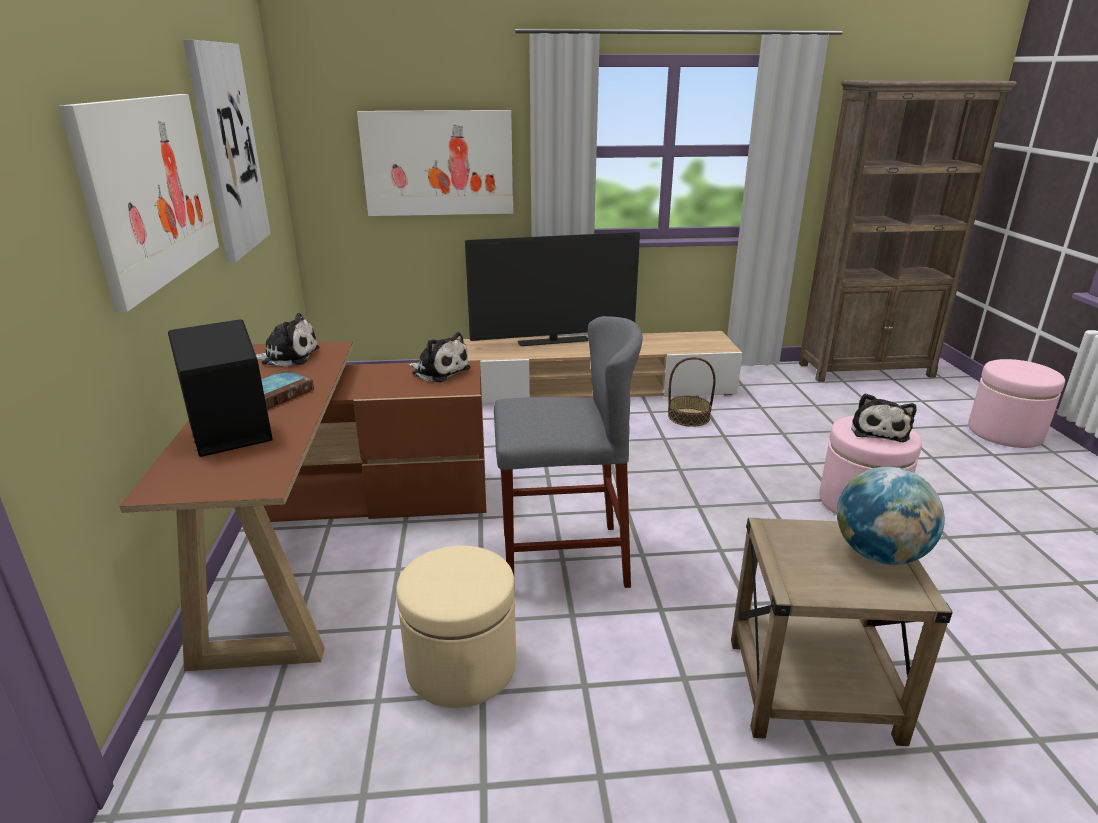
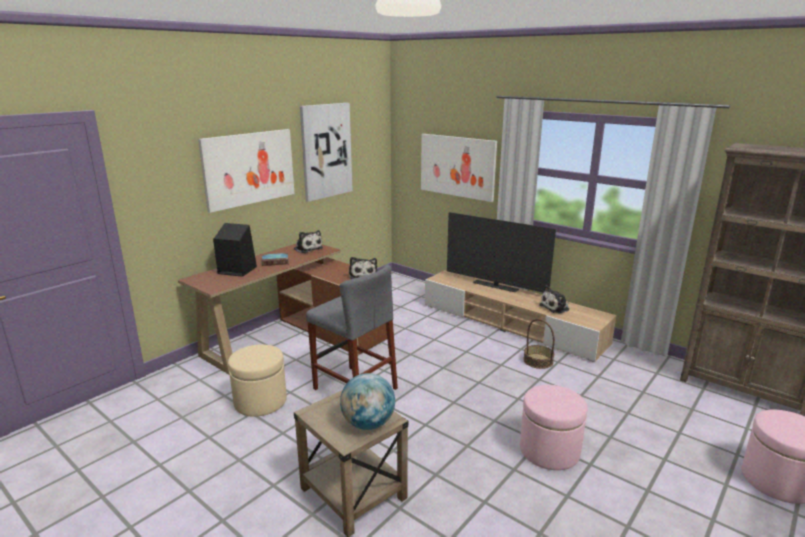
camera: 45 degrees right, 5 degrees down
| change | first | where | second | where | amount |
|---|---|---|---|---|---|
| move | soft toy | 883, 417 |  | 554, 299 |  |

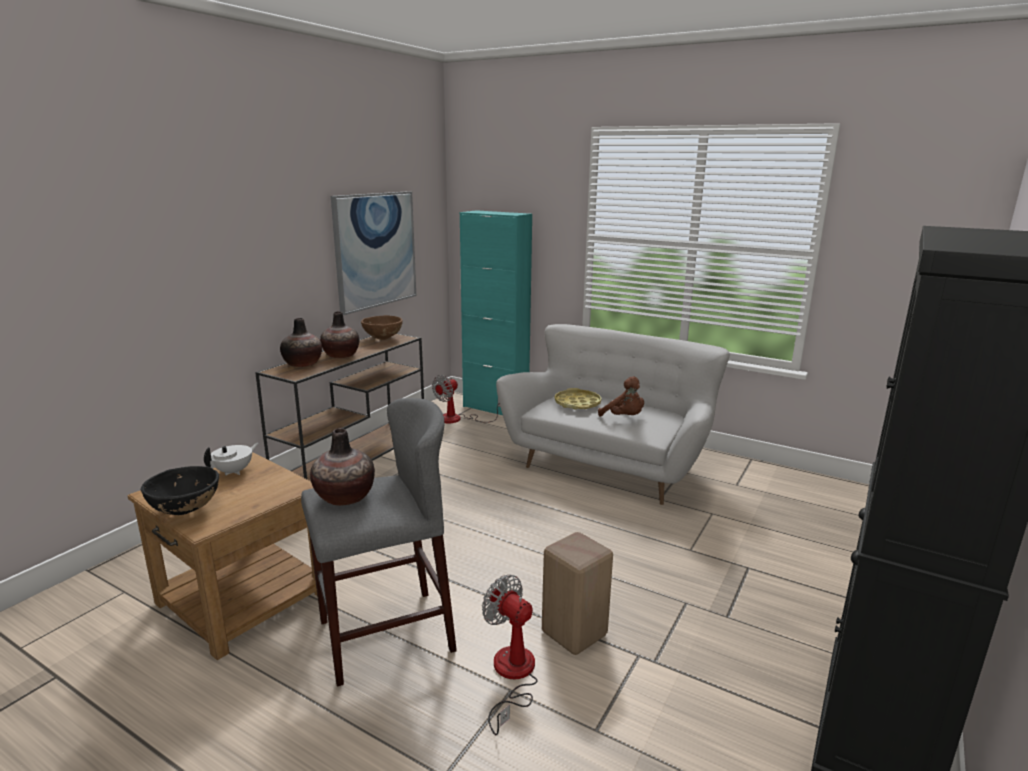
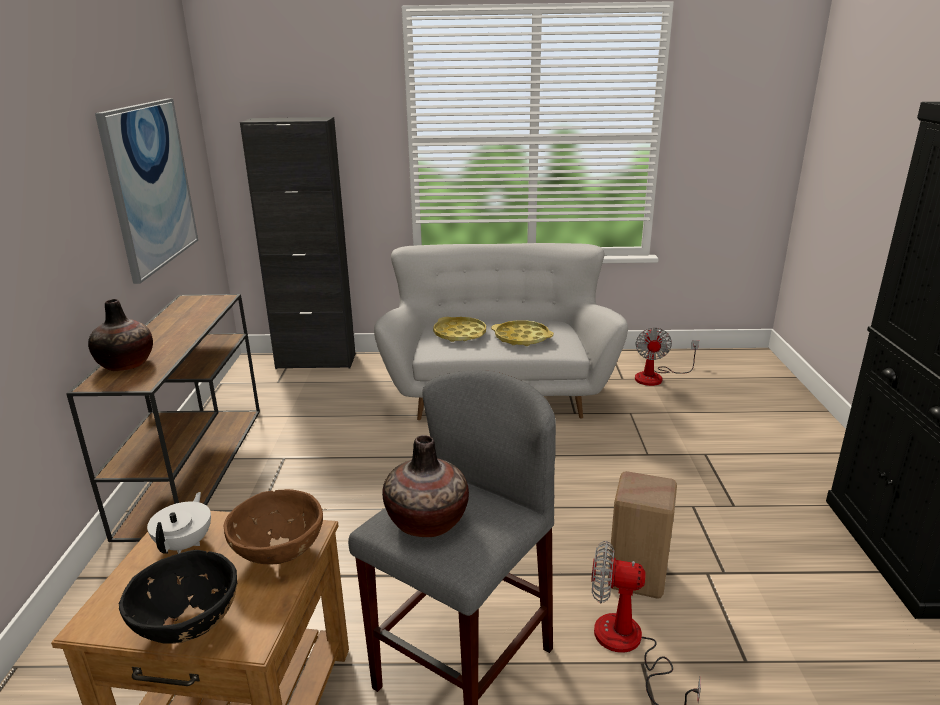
camera: 30 degrees left, 5 degrees up
| change | first | where | second | where | amount |
|---|---|---|---|---|---|
| move | brown bowl | 382, 327 |  | 273, 527 |  |
| recolor | turquoise cabinet | 496, 312 | black-coloured cabinet | 297, 243 |  |
| replace | brown soft toy | 621, 396 | yellow tray | 522, 333 |  |
| move | fan | 466, 399 |  | 667, 356 |  |
| delete | flower vase | 339, 334 |  |  |  |

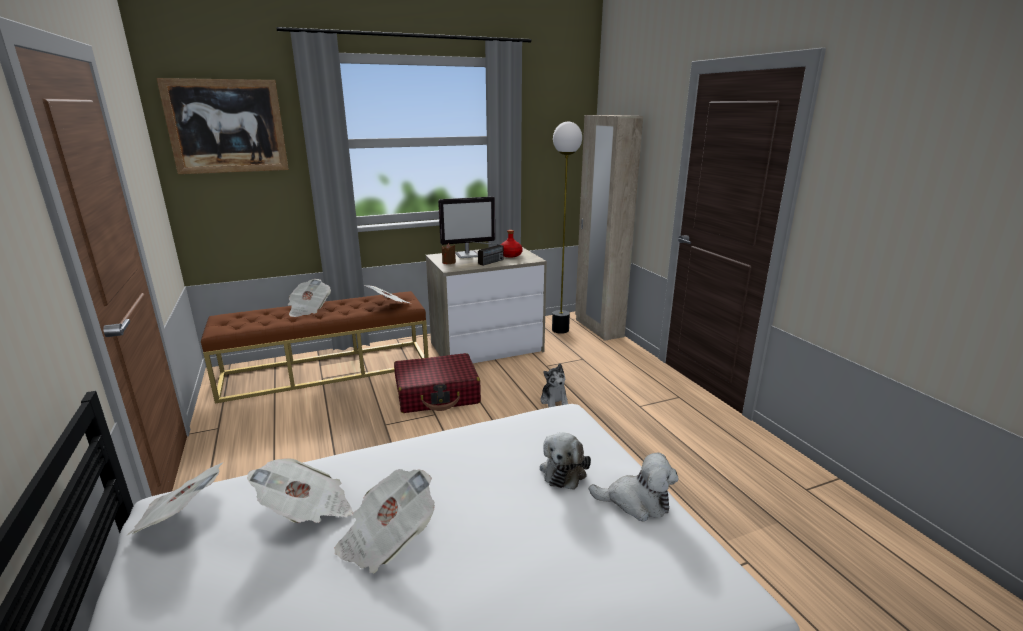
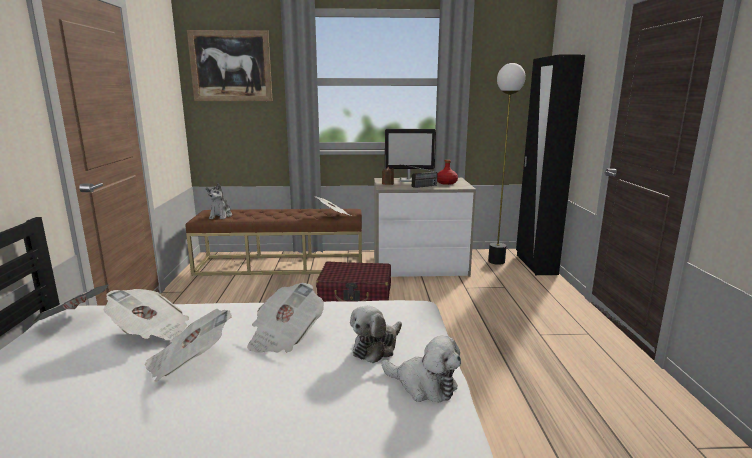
camera: 20 degrees right, 5 degrees down
| change | first | where | second | where | amount |
|---|---|---|---|---|---|
| move | soft toy | 554, 385 |  | 219, 201 |  |
| move | printed paper | 309, 298 |  | 285, 318 |  |
| recolor | beige-coloured wardrobe | 609, 228 | black-coloured wardrobe | 550, 165 |  |

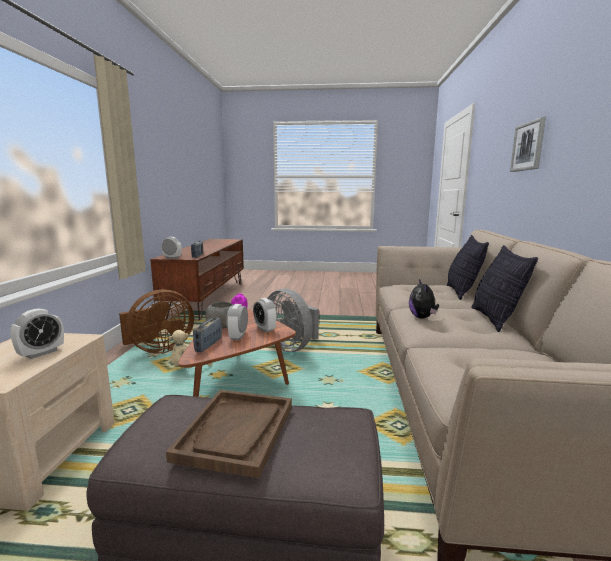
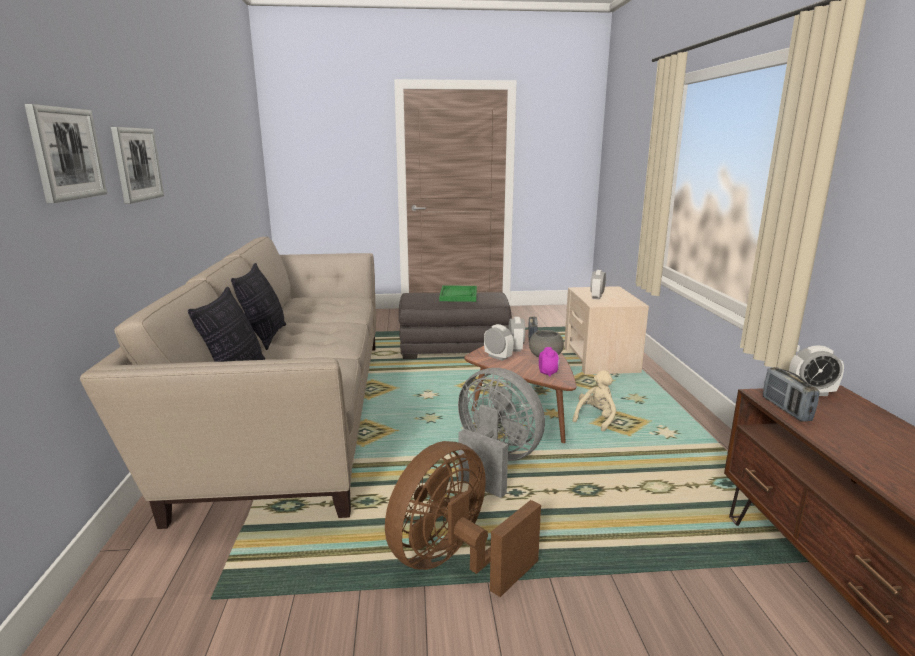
camera: 170 degrees right, 5 degrees up
| change | first | where | second | where | amount |
|---|---|---|---|---|---|
| insert |  |  | picture | 137, 165 |  |
| move | brown fan | 156, 321 |  | 463, 519 |  |
| recolor | brown tray | 229, 434 | greenish tray | 458, 293 |  |
| delete | soft toy | 424, 299 |  |  |  |

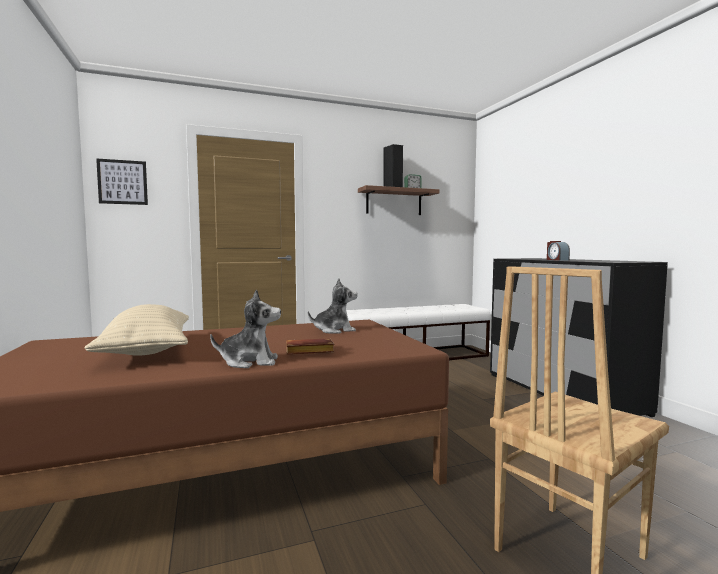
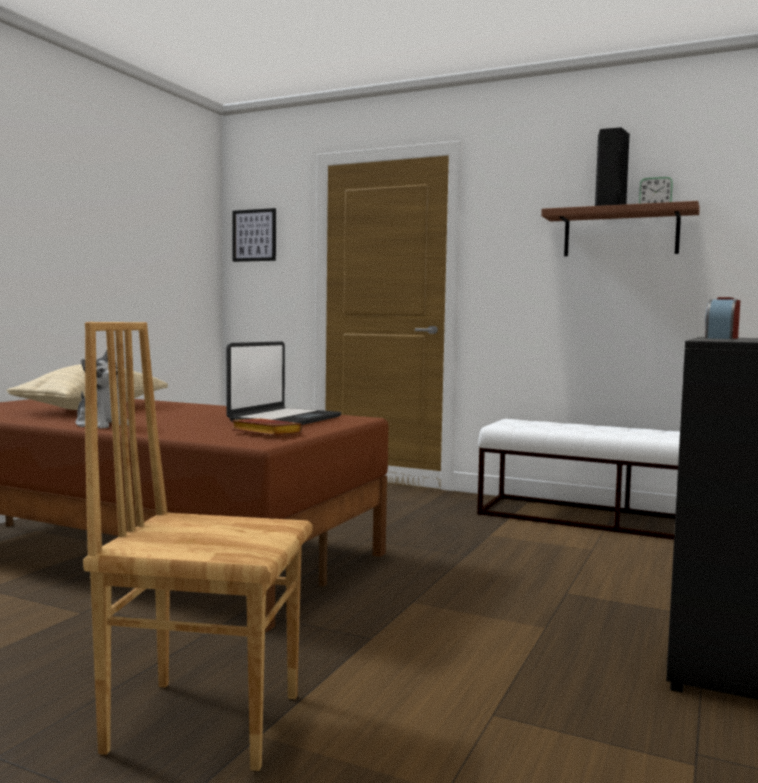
camera: 45 degrees right, 0 degrees up
| change | first | where | second | where | amount |
|---|---|---|---|---|---|
| replace | soft toy | 332, 306 | portable computer | 283, 383 |  |
| move | brown bound book | 310, 346 |  | 267, 427 |  |

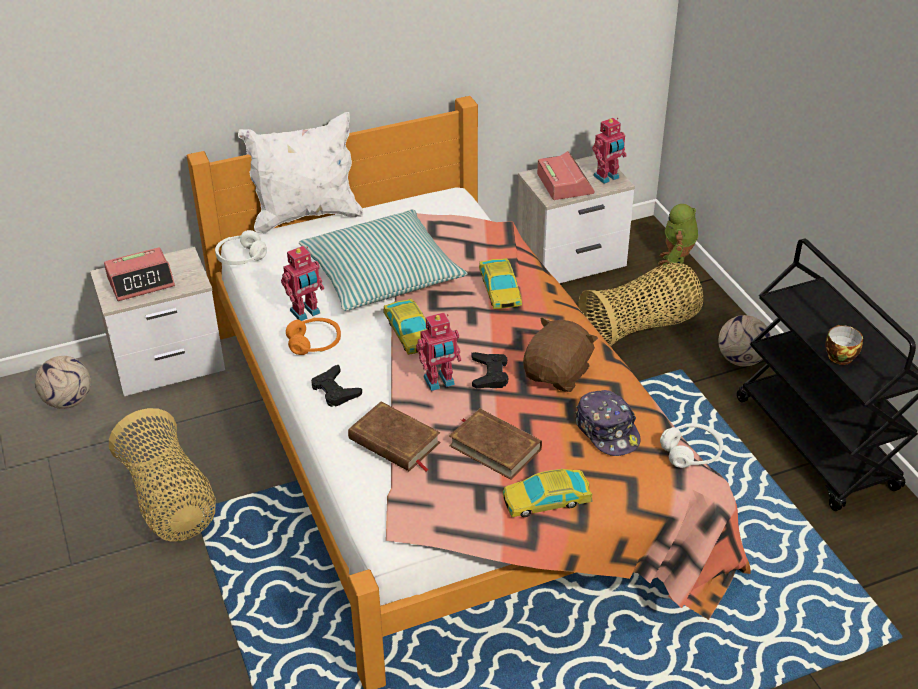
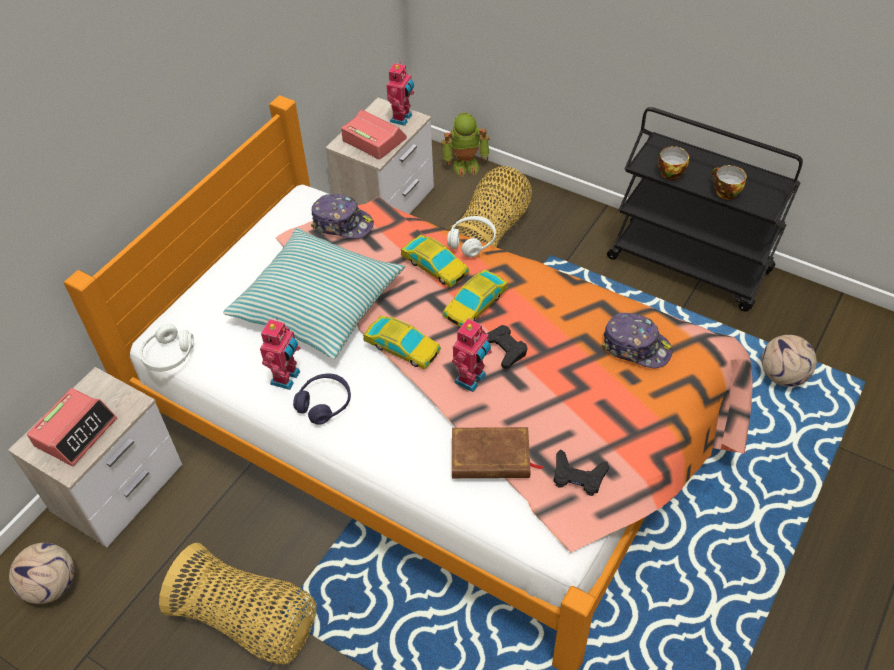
camera: 35 degrees left, 10 degrees up
| change | first | where | second | where | amount |
|---|---|---|---|---|---|
| recolor | orangey pair of headphones | 313, 336 | purplish pair of headphones | 322, 399 |  |
| insert |  |  | baseball cap | 342, 216 |  |
| rotate | robot figure | 678, 237 |  | 465, 145 | 75 degrees counterclockwise |
| move | model car | 547, 493 |  | 475, 298 |  |
| move | white pair of headphones | 691, 445 |  | 471, 236 |  |
| move | black-coloured joypad | 336, 386 |  | 581, 472 |  |
| insert |  |  | cup | 673, 163 |  |
| move | ball for football | 744, 340 |  | 789, 361 |  |
| delete | white cushion | 300, 172 |  |  |  |
| delete | brown bound book | 495, 444 |  |  |  |
| delete | brown soft toy | 560, 354 |  |  |  |

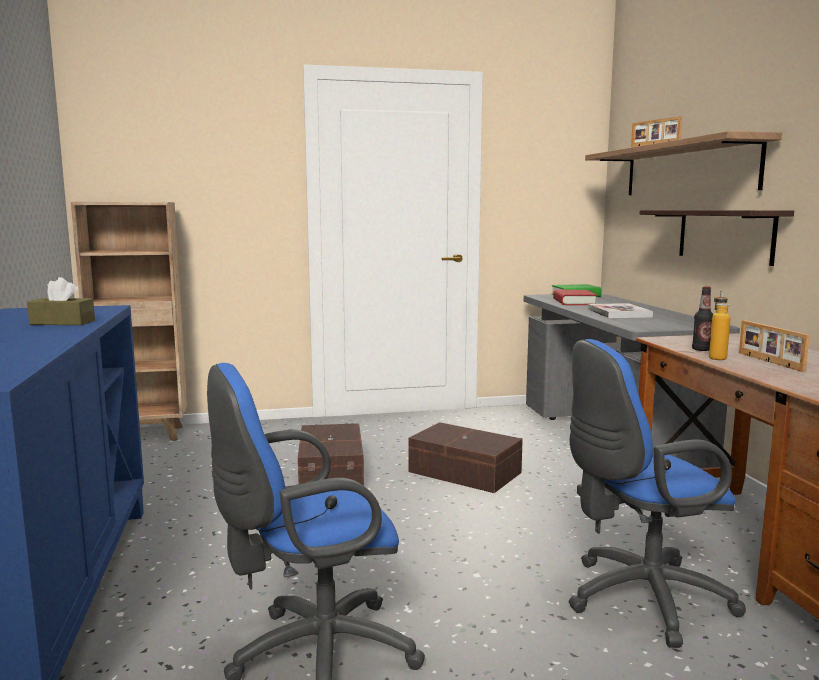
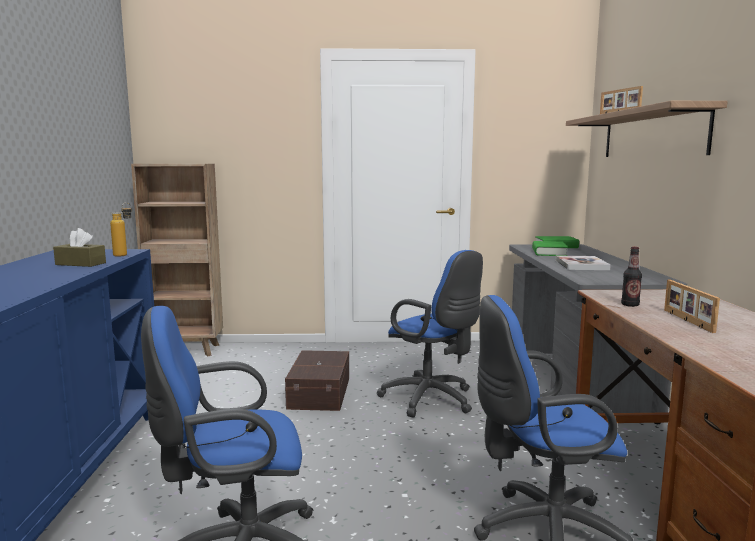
camera: 10 degrees right, 0 degrees up
| change | first | where | second | where | amount |
|---|---|---|---|---|---|
| move | beverage bottle | 720, 325 |  | 121, 229 |  |
| replace | brown storage box | 465, 457 | blue-coloured desk chair | 430, 334 |  |
| recolor | reddish bound book | 575, 297 | greenish bound book | 550, 248 |  |
| delete | shelf | 716, 238 |  |  |  |

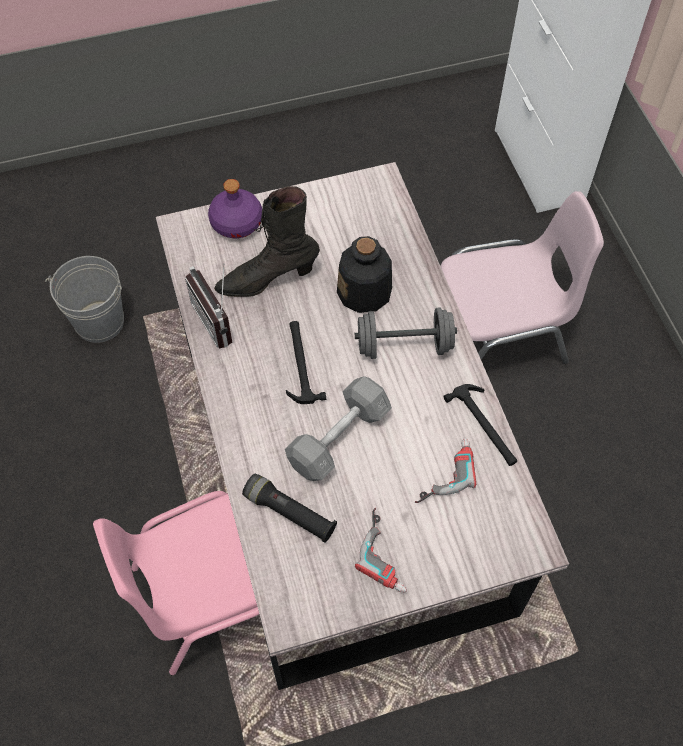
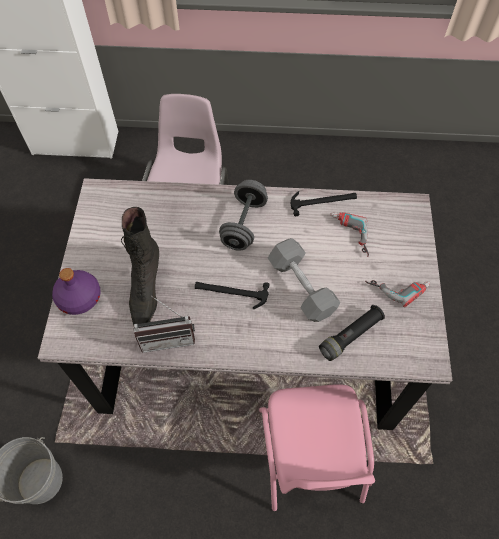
camera: 70 degrees left, 0 degrees up
| change | first | where | second | where | amount |
|---|---|---|---|---|---|
| delete | beverage bottle | 364, 274 |  |  |  |

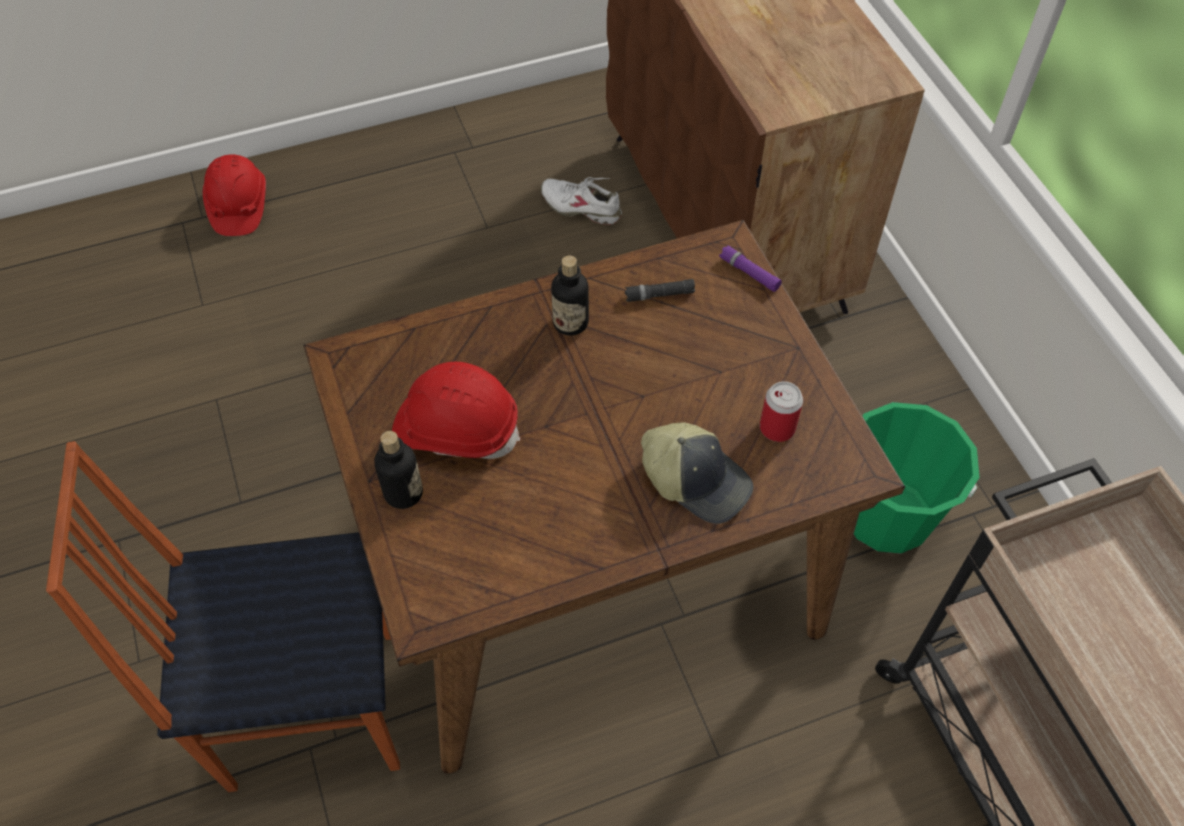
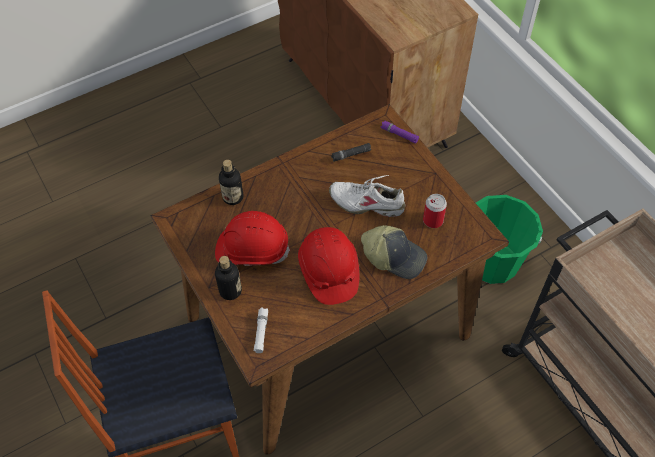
camera: 10 degrees left, 0 degrees up
| change | first | where | second | where | amount |
|---|---|---|---|---|---|
| move | beverage bottle | 570, 295 |  | 231, 182 |  |
| insert |  |  | white torch | 261, 330 |  |
| move | reddish hard hat | 234, 195 |  | 328, 266 |  |
| move | white item of footwear | 581, 201 |  | 367, 196 |  |

